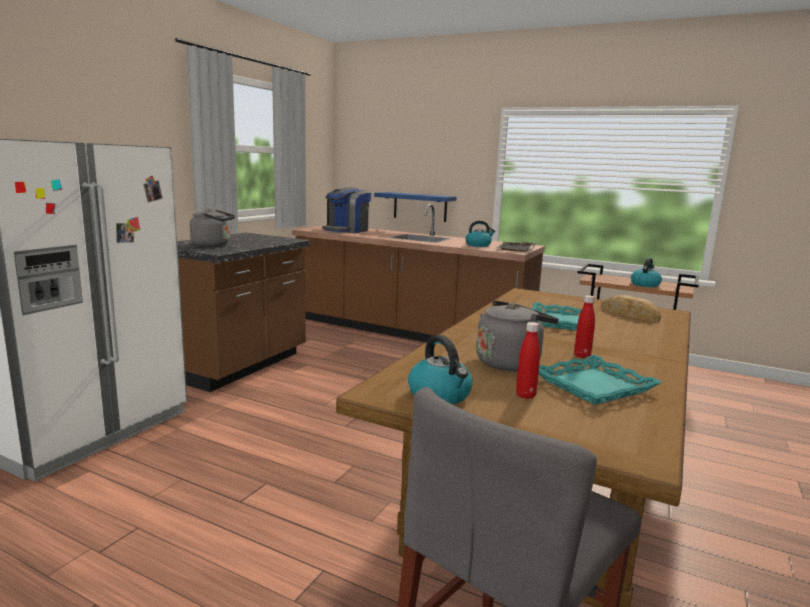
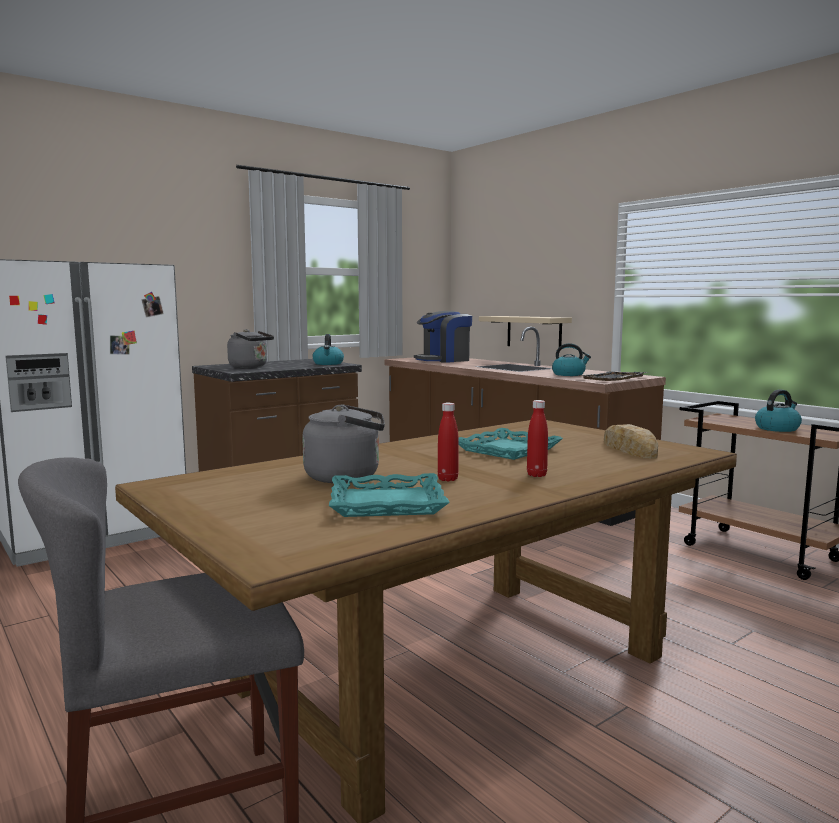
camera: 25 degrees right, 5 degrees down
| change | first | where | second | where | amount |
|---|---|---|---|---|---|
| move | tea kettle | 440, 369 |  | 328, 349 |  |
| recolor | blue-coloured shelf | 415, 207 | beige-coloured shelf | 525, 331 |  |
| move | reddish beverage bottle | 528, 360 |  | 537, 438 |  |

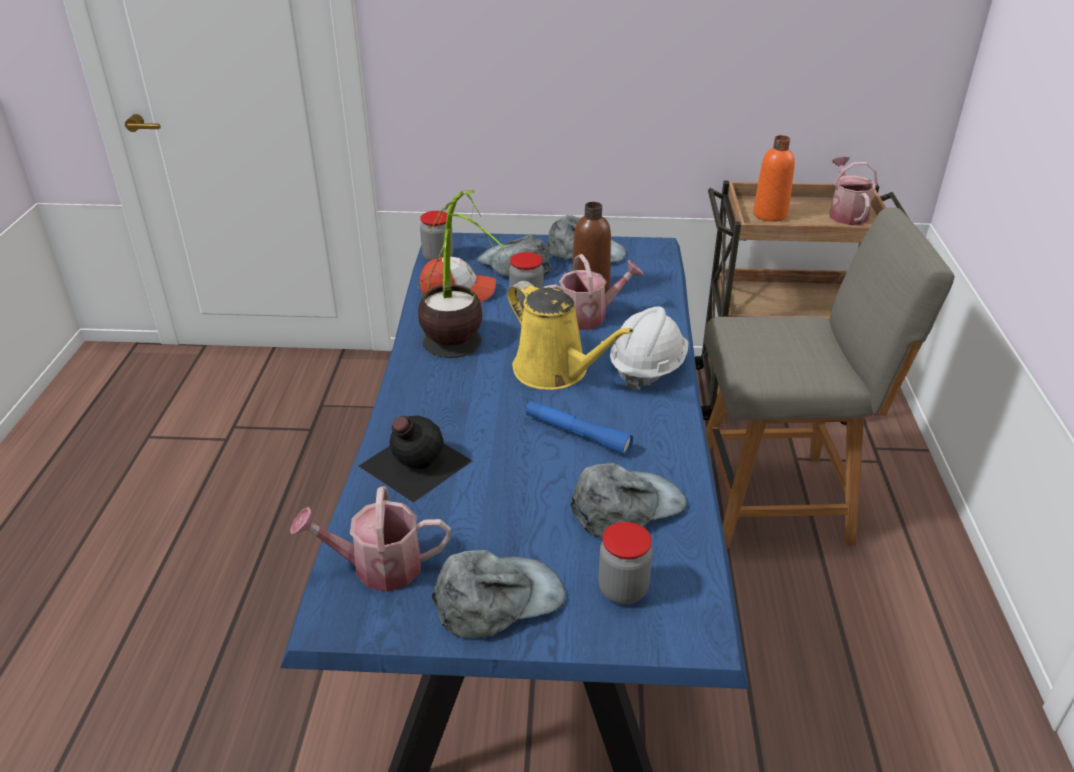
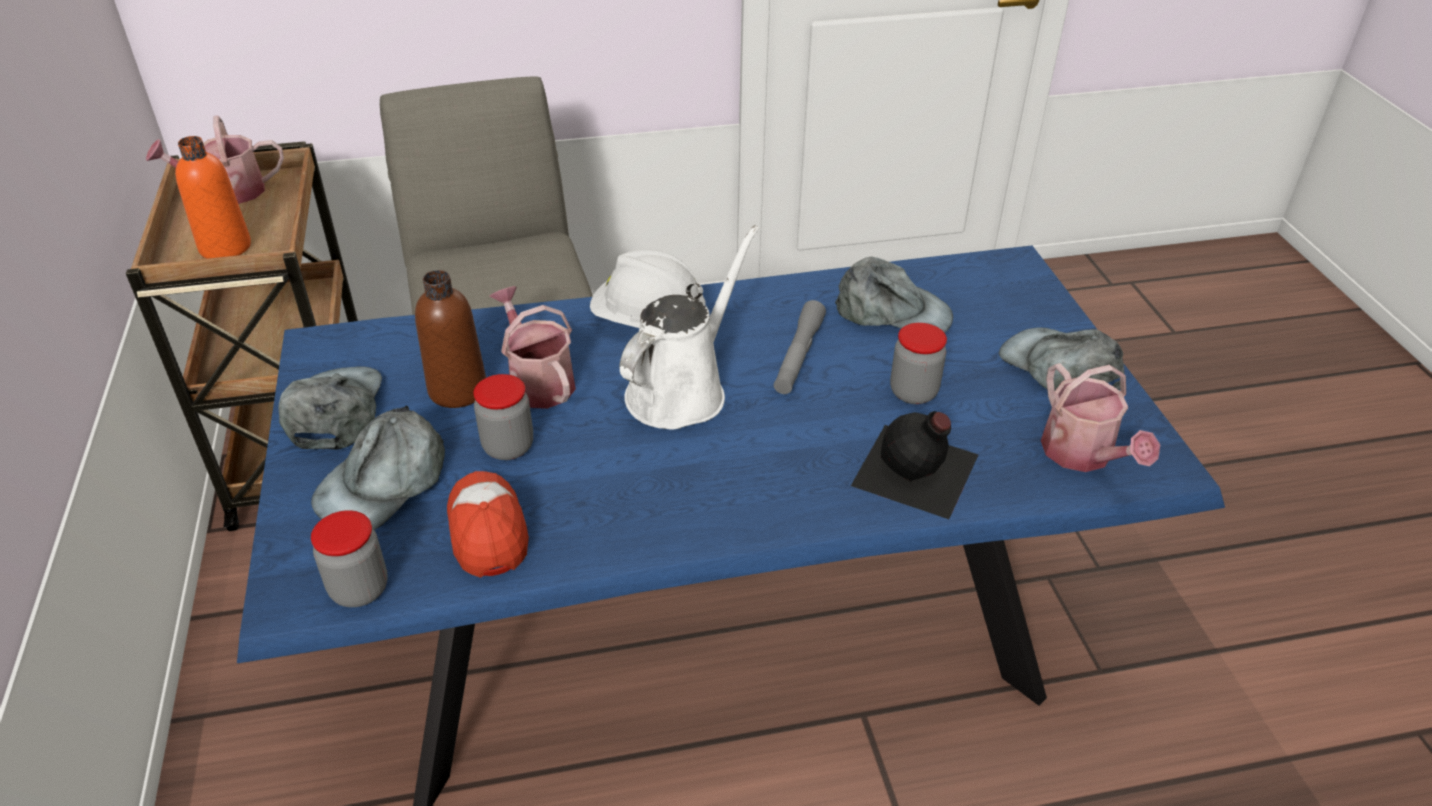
camera: 105 degrees left, 5 degrees up
| change | first | where | second | where | amount |
|---|---|---|---|---|---|
| recolor | yellow sprinkling can | 570, 335 | white sprinkling can | 689, 327 |  |
| recolor | blue-coloured torch | 579, 428 | gray torch | 800, 347 |  |
| rotate | gray baseball cap | 628, 500 |  | 894, 295 | 150 degrees clockwise |
| move | preserve jar | 625, 563 |  | 918, 363 |  |
| delete | plant in a pot | 462, 274 |  |  |  |

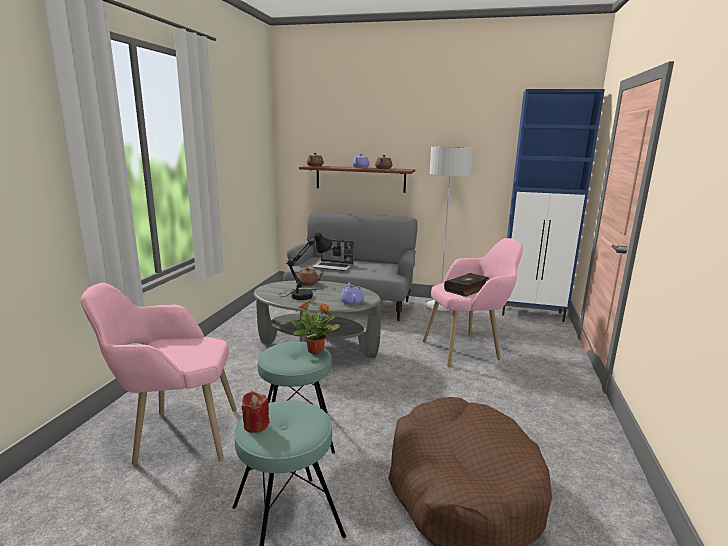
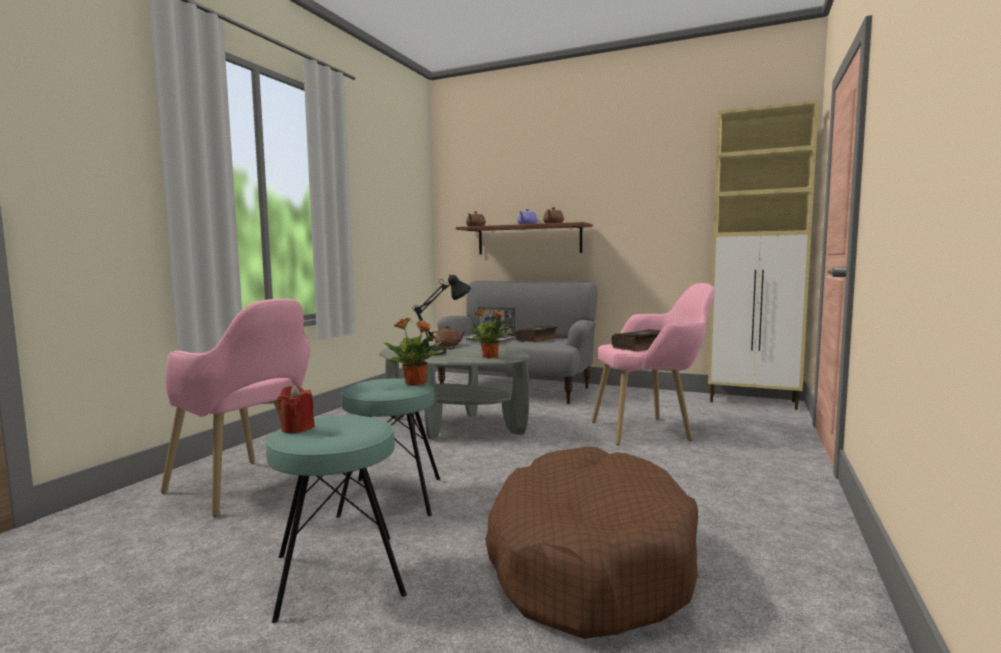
camera: 10 degrees right, 10 degrees down
| change | first | where | second | where | amount |
|---|---|---|---|---|---|
| rotate | pink lounge chair | 159, 374 |  | 235, 407 | 150 degrees counterclockwise |
| replace | purplish teapot | 352, 294 | plant in a pot | 490, 333 |  |
| insert |  |  | bound book | 536, 334 |  |
| recolor | blue-coloured cabinet | 553, 205 | beige-coloured cabinet | 763, 255 |  |
| delete | gray floor lamp | 450, 229 |  |  |  |

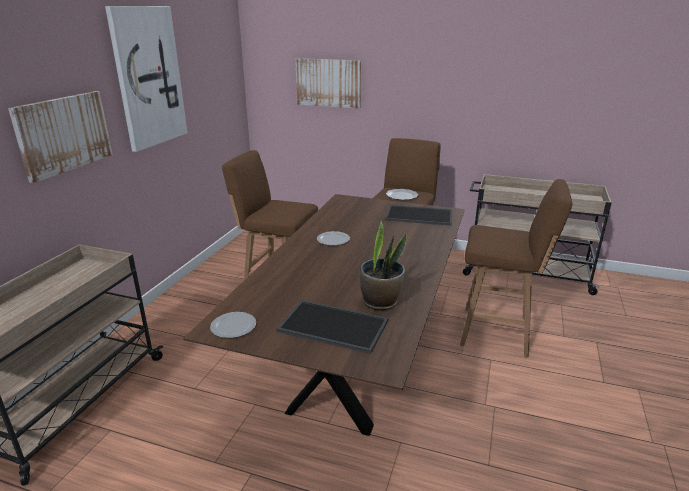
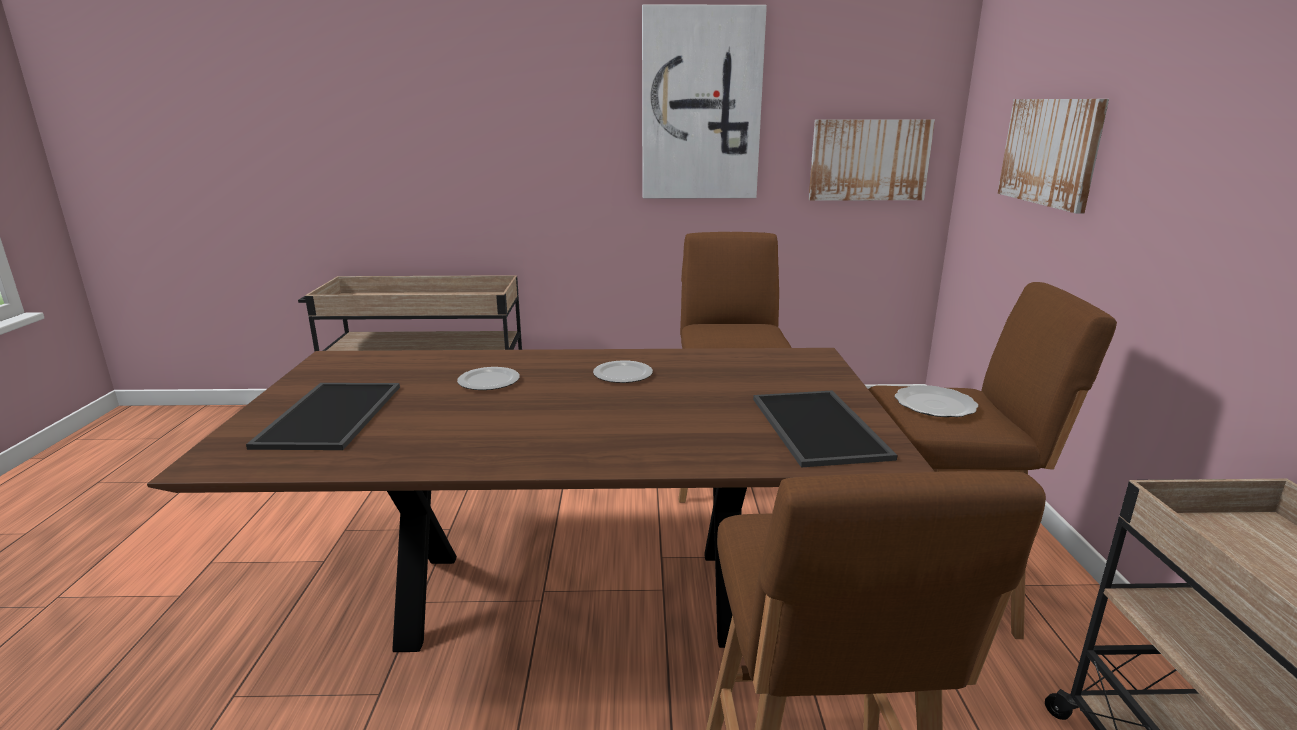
camera: 70 degrees right, 5 degrees down
| change | first | where | second | where | amount |
|---|---|---|---|---|---|
| move | plate | 233, 325 |  | 488, 378 |  |
| move | picture | 60, 137 |  | 872, 160 |  |
| delete | plant in a pot | 383, 265 |  |  |  |

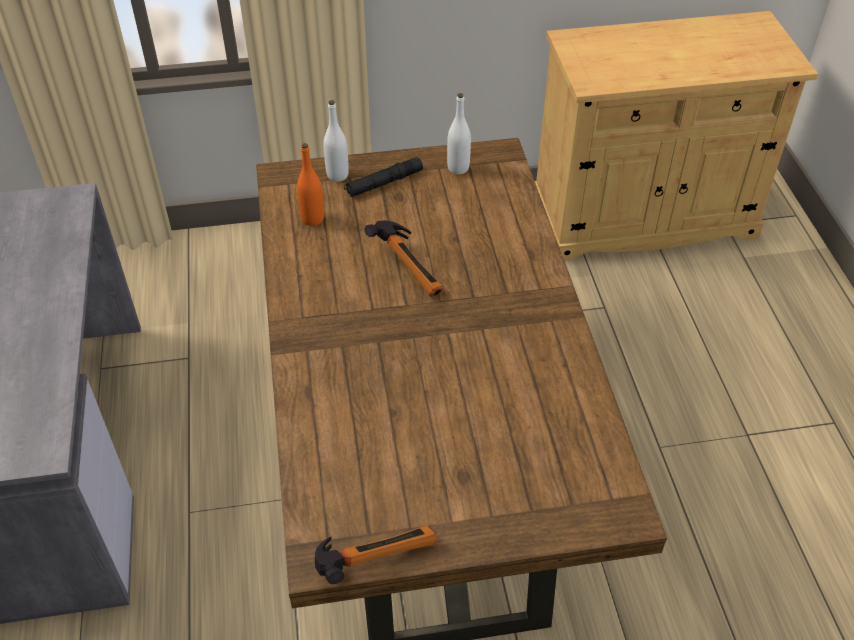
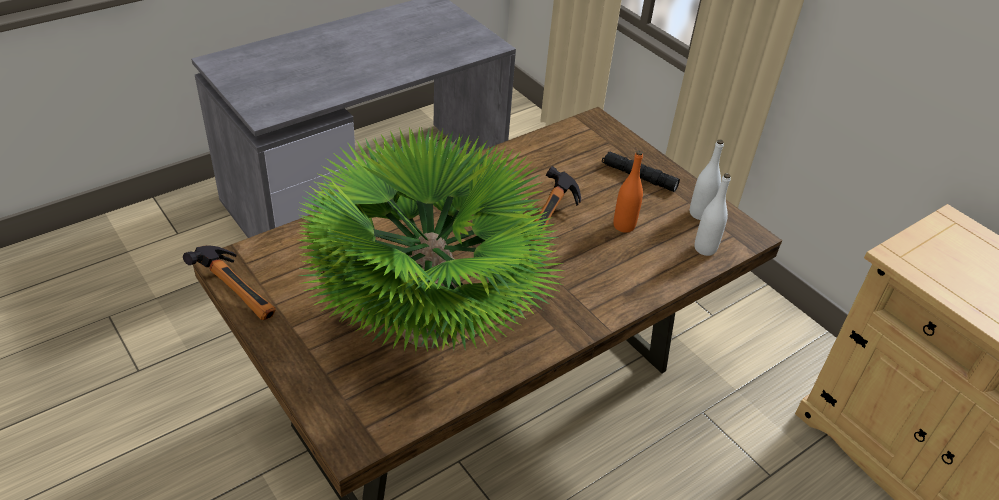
camera: 60 degrees right, 5 degrees down
| change | first | where | second | where | amount |
|---|---|---|---|---|---|
| insert |  |  | plant in a pot | 432, 239 |  |
| move | orangey beverage bottle | 310, 184 |  | 628, 192 |  |
| move | white beverage bottle | 336, 141 |  | 712, 214 |  |

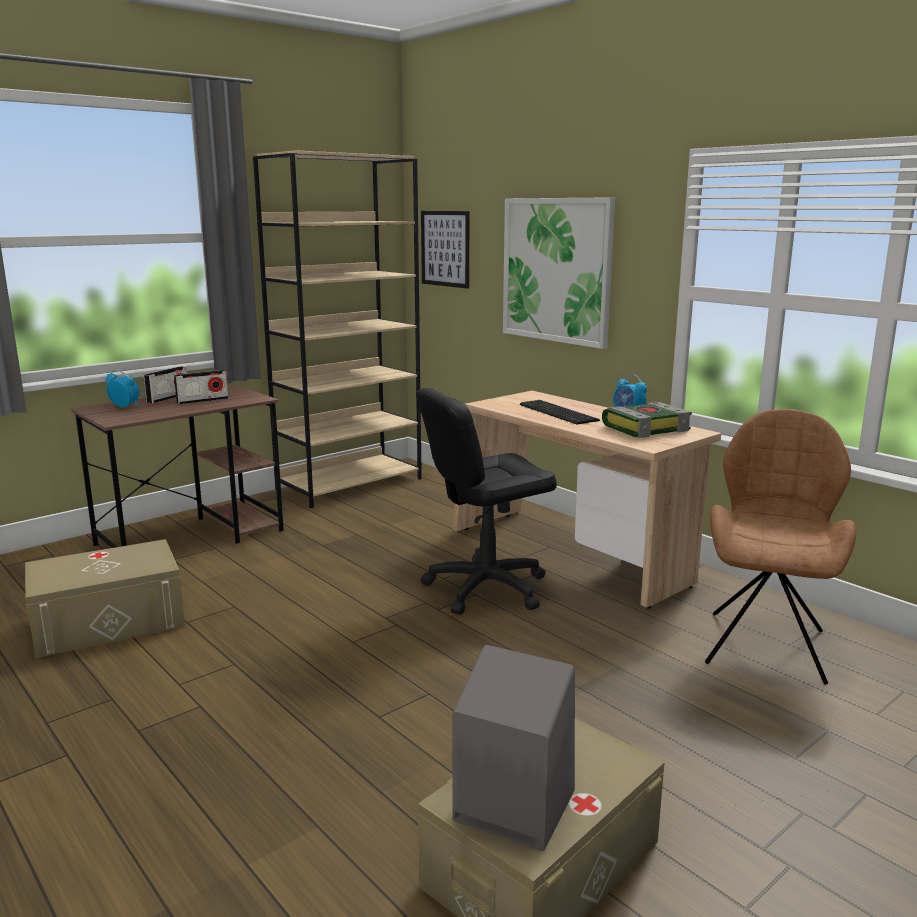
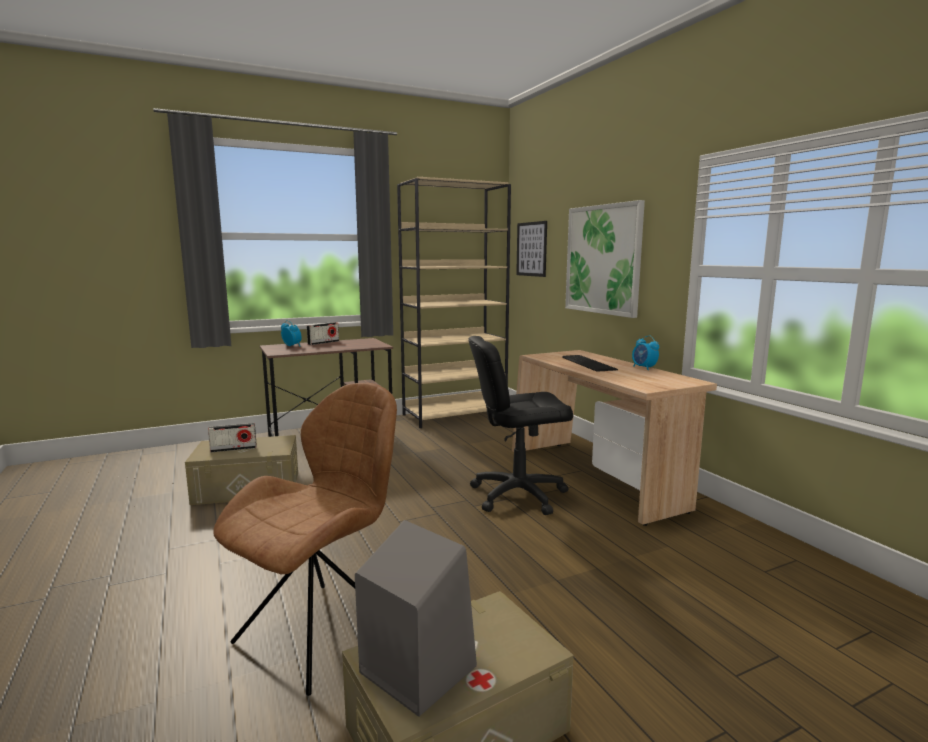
camera: 15 degrees right, 5 degrees down
| change | first | where | second | where | amount |
|---|---|---|---|---|---|
| move | radio receiver | 201, 387 |  | 232, 437 |  |
| move | brown plain chair | 781, 547 |  | 305, 539 |  |
| delete | bound book | 647, 420 |  |  |  |

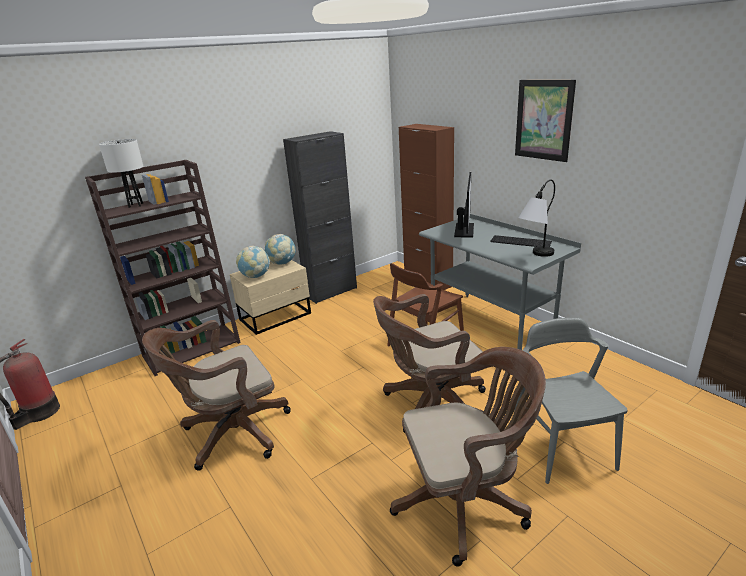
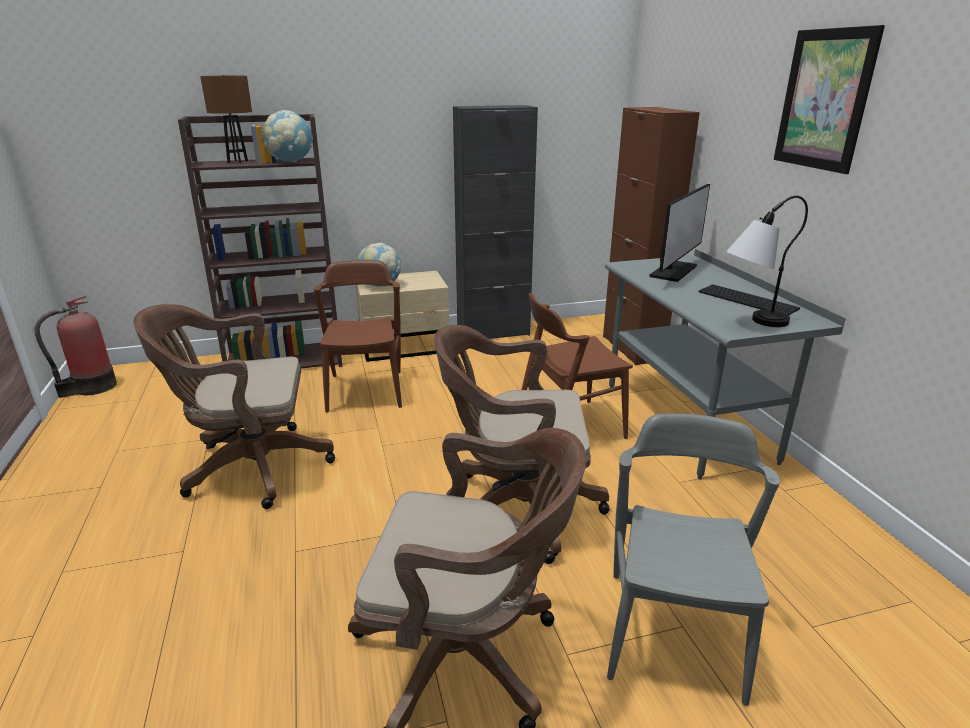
camera: 20 degrees right, 0 degrees up
| change | first | where | second | where | amount |
|---|---|---|---|---|---|
| recolor | white lamp for a table | 121, 173 | brown lamp for a table | 226, 119 |  |
| move | globe | 280, 249 |  | 288, 136 |  |
| insert |  |  | brown plain chair | 358, 336 |  |

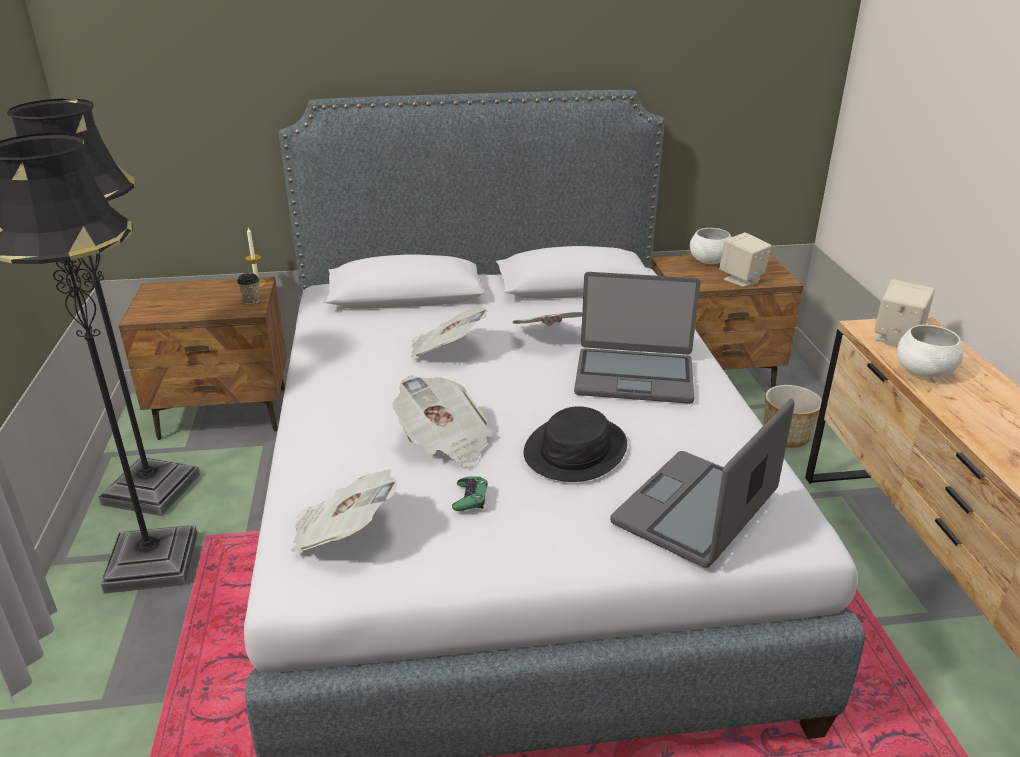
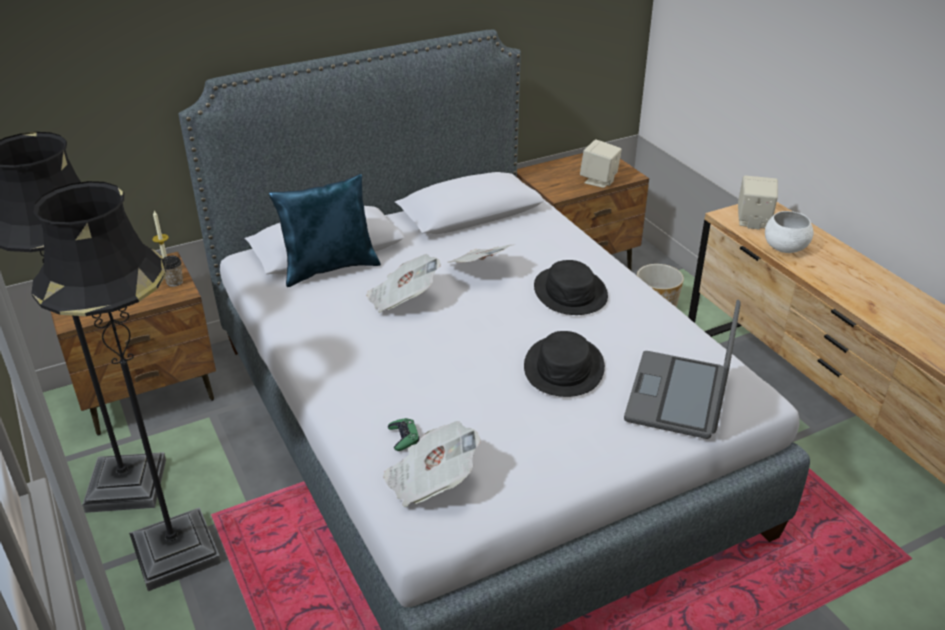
camera: 20 degrees left, 5 degrees up
| change | first | where | second | where | amount |
|---|---|---|---|---|---|
| insert |  |  | blue-coloured cushion | 325, 230 |  |
| move | greenish joypad | 469, 493 |  | 403, 434 |  |
| replace | portable computer | 637, 338 | black-coloured wearable hat | 571, 287 |  |
| delete | printed paper | 442, 421 |  |  |  |
| delete | white bowl | 710, 246 |  |  |  |

